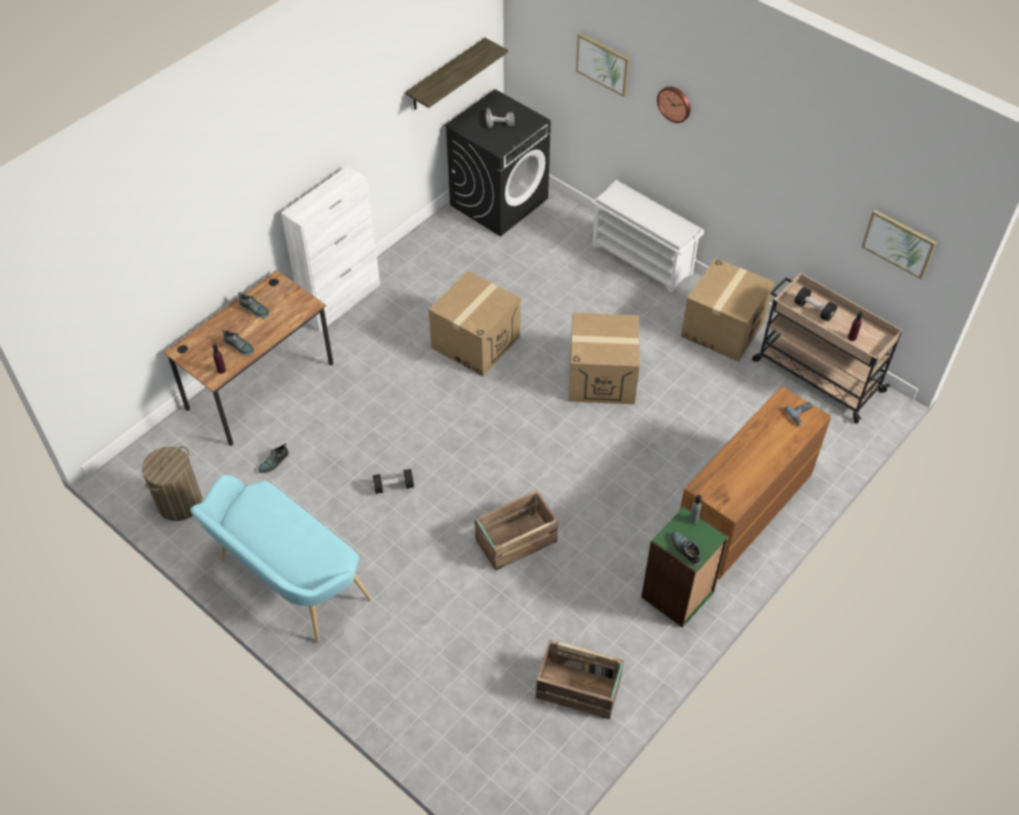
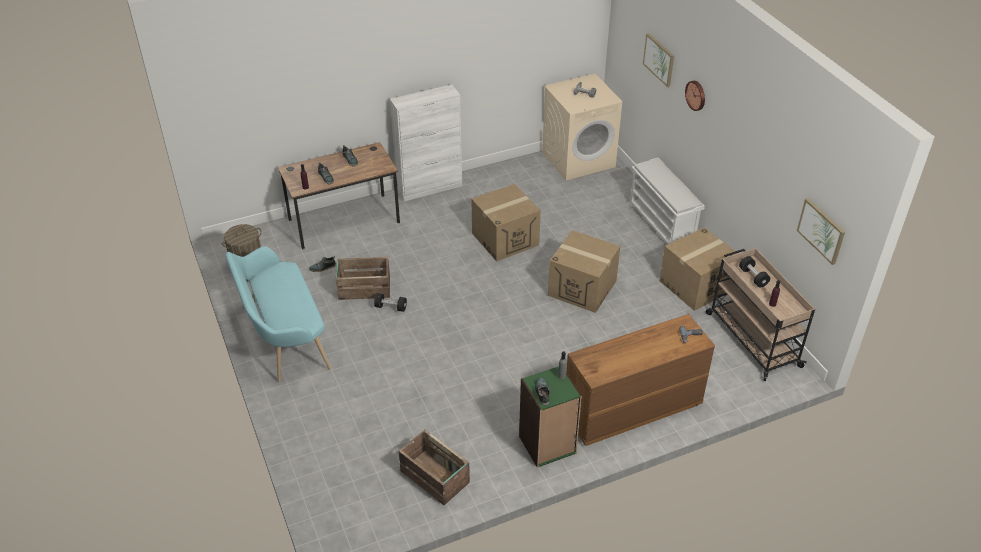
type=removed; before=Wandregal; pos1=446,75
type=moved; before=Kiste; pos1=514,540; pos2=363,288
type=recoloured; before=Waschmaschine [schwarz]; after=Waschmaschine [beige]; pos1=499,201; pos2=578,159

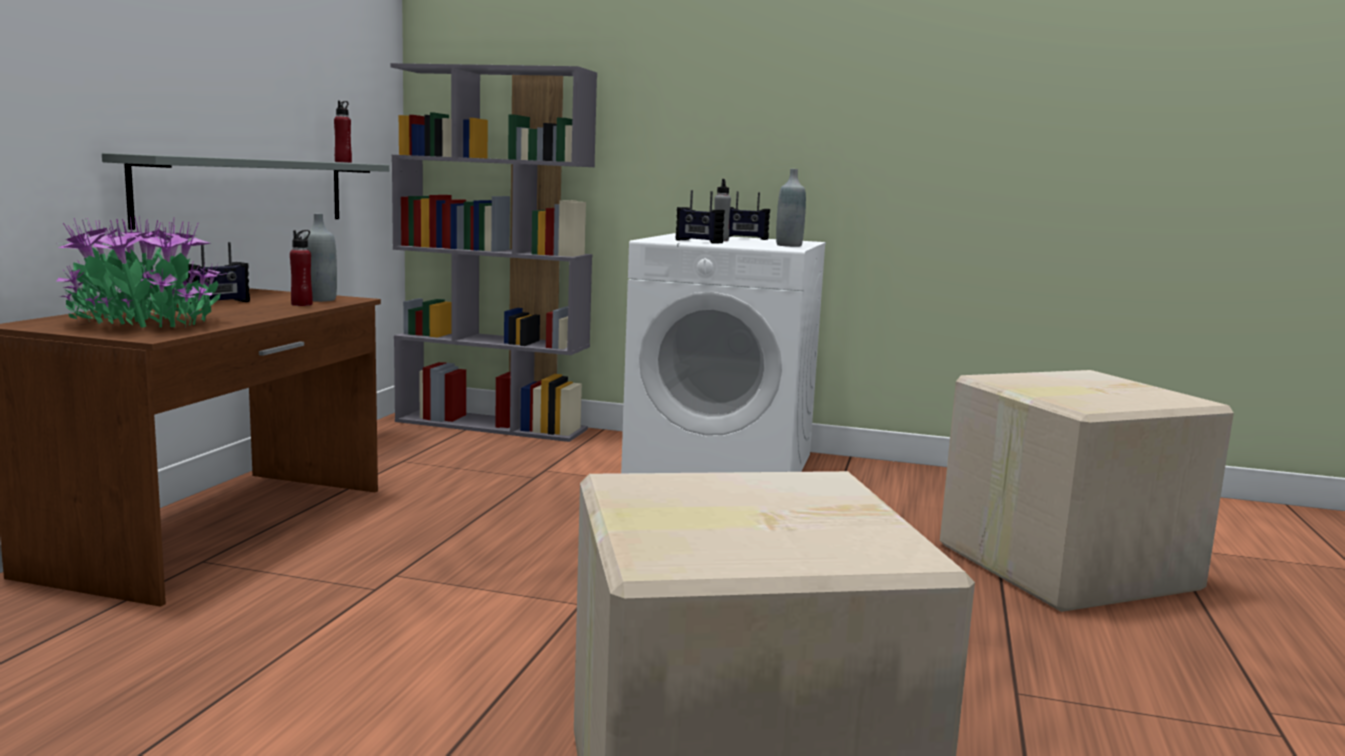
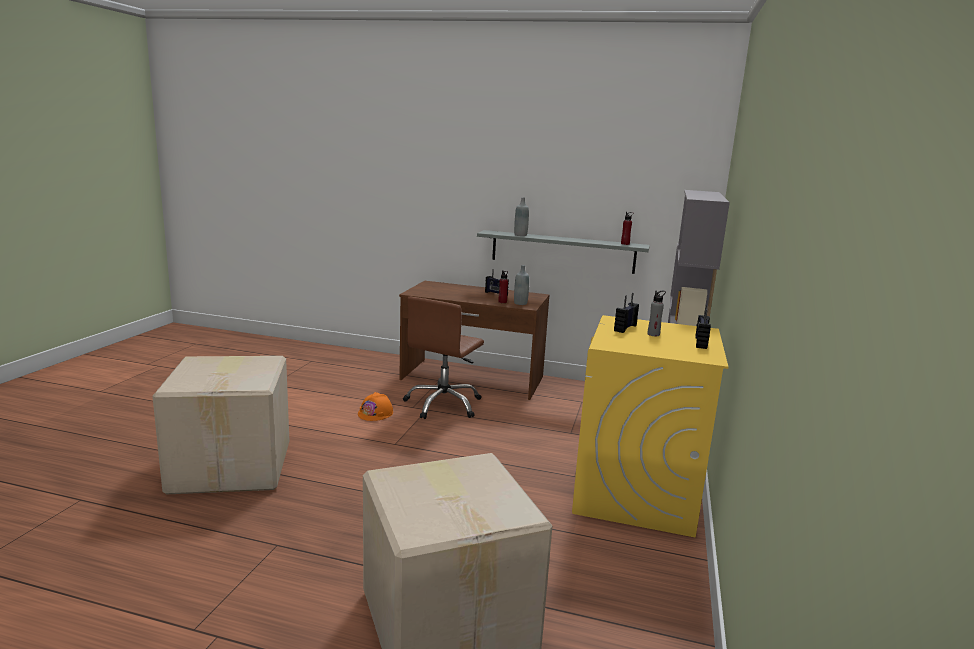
type=removed; before=Topfpflanze; pos1=143,322
type=added; after=Schutzhelm [orange]; pos2=375,413
type=added; after=Bürostuhl [braun]; pos2=443,404
type=moved; before=Flasche [grau]; pos1=789,245; pos2=520,235
type=recoloured; before=Waschmaschine [weiß]; after=Waschmaschine [gelb]; pos1=722,465; pos2=636,493

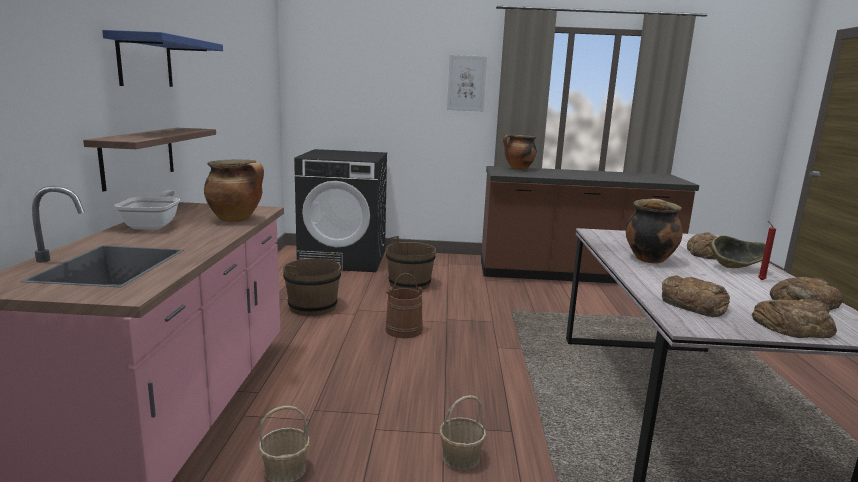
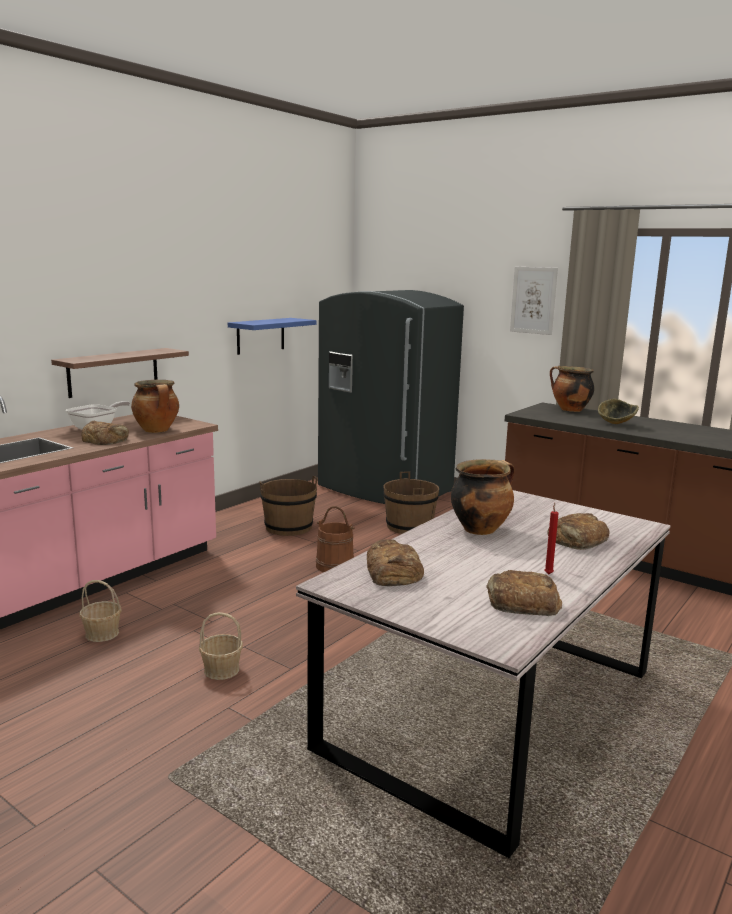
type=moved; before=Wandregal [blau]; pos1=145,61; pos2=260,335
type=moved; before=Schüssel; pos1=734,268; pos2=616,424
type=moved; before=Brot; pos1=793,326; pos2=105,439
type=replaced; before=Waschmaschine [schwarz]; after=Kühlschrank [grau]; pos1=344,259; pos2=383,490

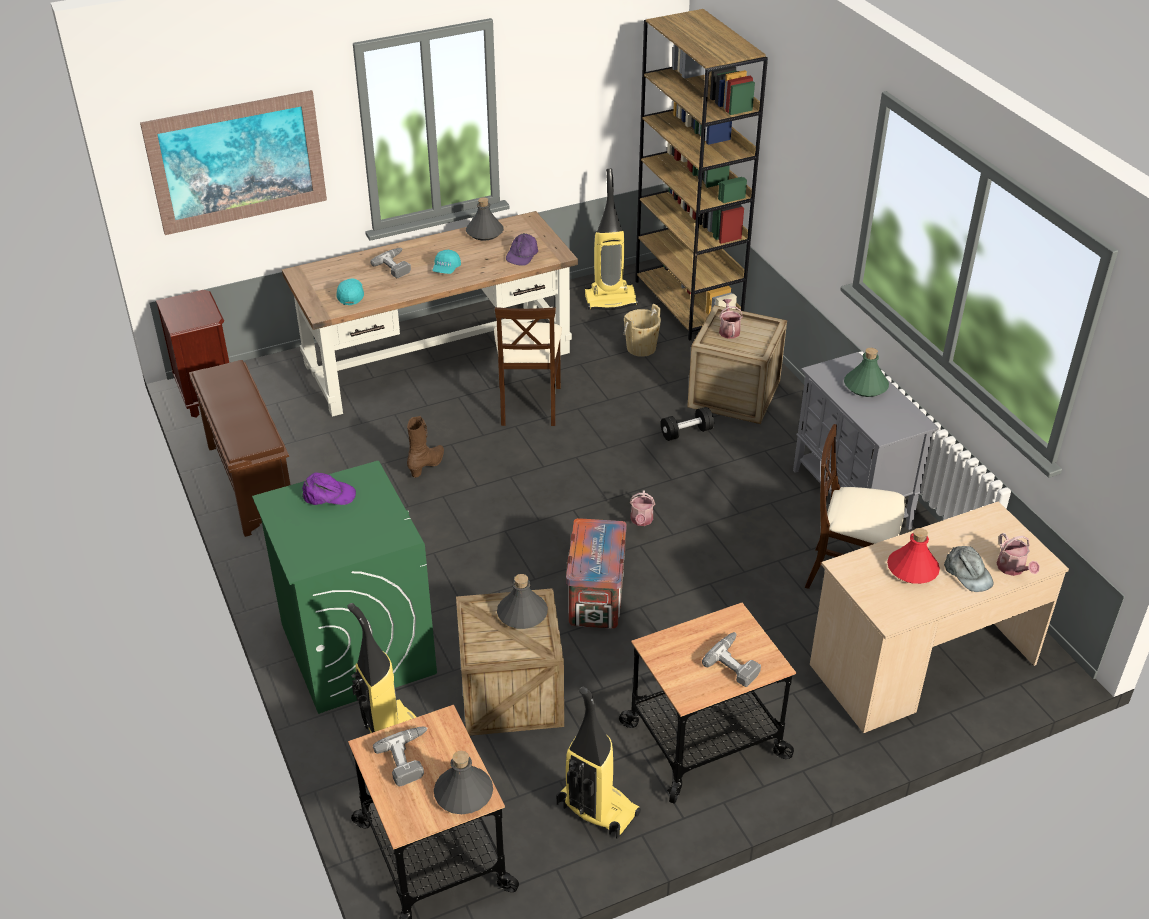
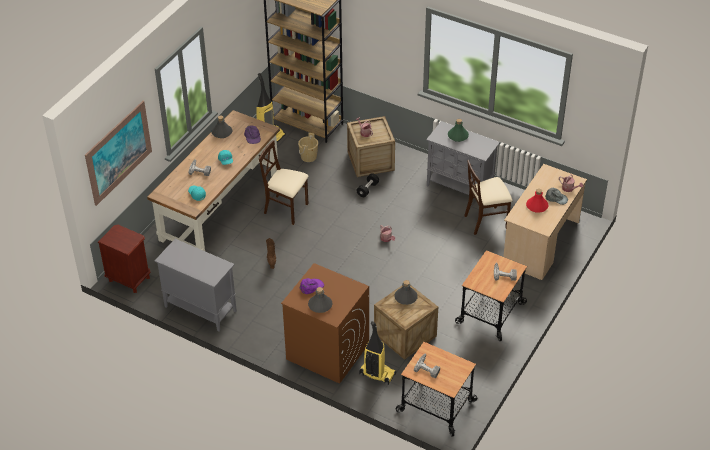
type=removed; before=Staubsauger; pos1=596,809
type=removed; before=Kiste; pos1=596,599
type=moved; before=Flasche [grau]; pos1=464,793; pos2=320,305
type=replaced; before=Schuhregal [braun]; after=Schrank [grau]; pos1=249,482; pos2=199,308
type=recoloured; before=Waschmaschine [grün]; after=Waschmaschine [braun]; pos1=356,648; pos2=327,351
type=turned; before=Stuhl [beige]; pos1=529,404; pos2=286,209; turn=150

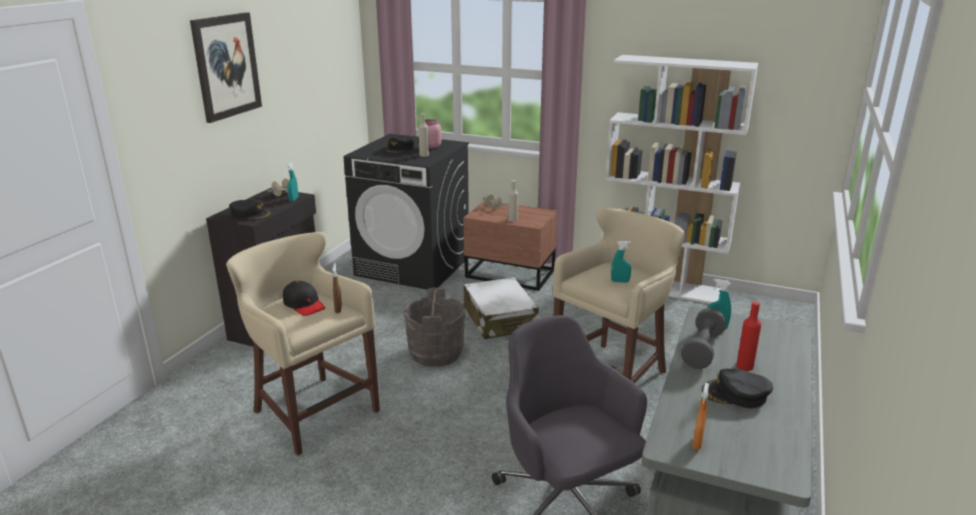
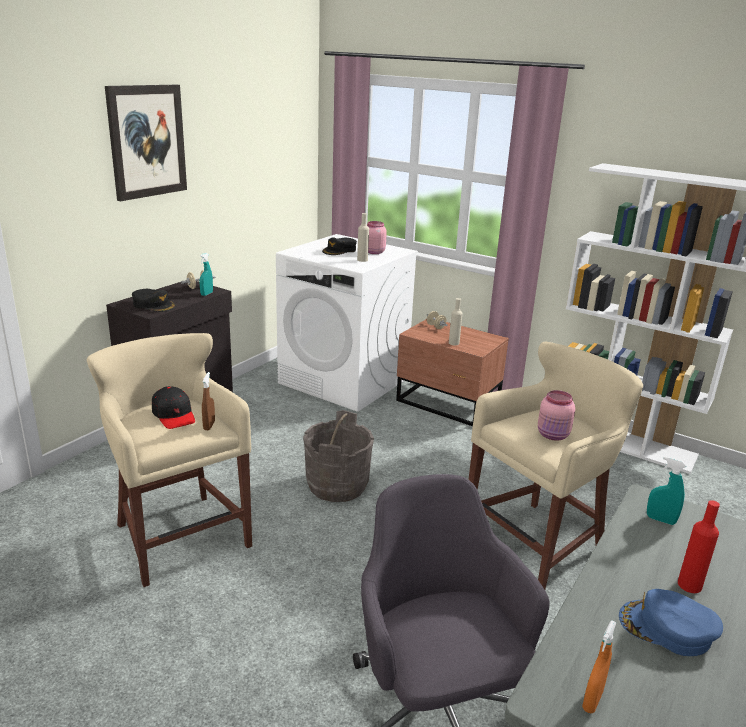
type=removed; before=Koffer [weiß]; pos1=499,319
type=removed; before=Hantel [grau]; pos1=702,350
type=replaced; before=Sprühflasche [türkis]; after=Vorratsglas [rosa]; pos1=620,281; pos2=553,435
type=recoloured; before=Waschmaschine [schwarz]; after=Waschmaschine [weiß]; pos1=413,266; pos2=344,381
type=recoloured; before=Kappe [schwarz]; after=Kappe [blau]; pos1=736,394; pos2=667,628

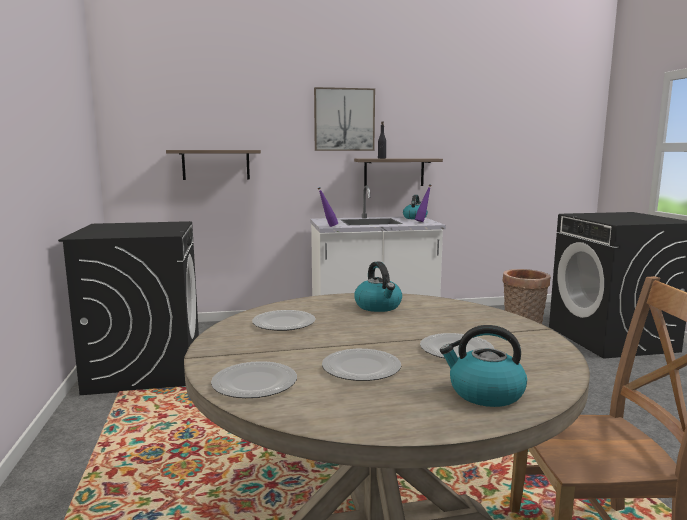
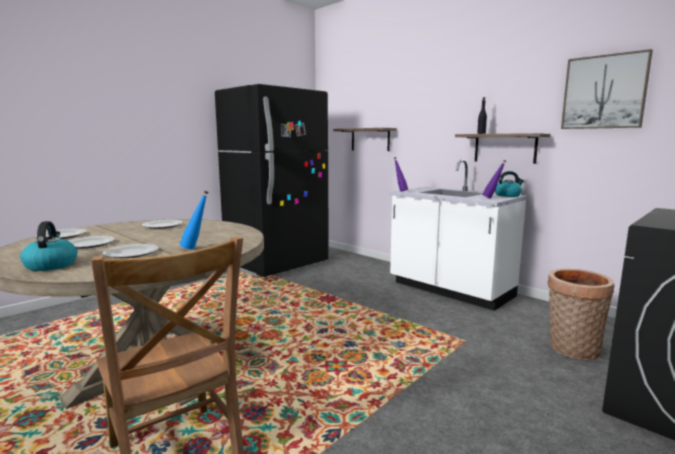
type=removed; before=Wasserkessel; pos1=378,306
type=added; after=Flasche [blau]; pos2=196,248
type=moved; before=Bild; pos1=344,119; pos2=604,92
type=replaced; before=Waschmaschine [schwarz]; after=Kühlschrank [schwarz]; pos1=145,368; pos2=277,265

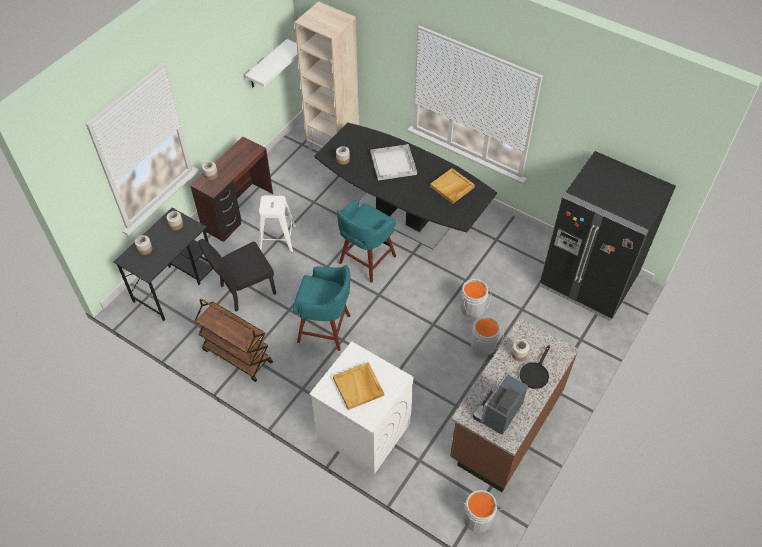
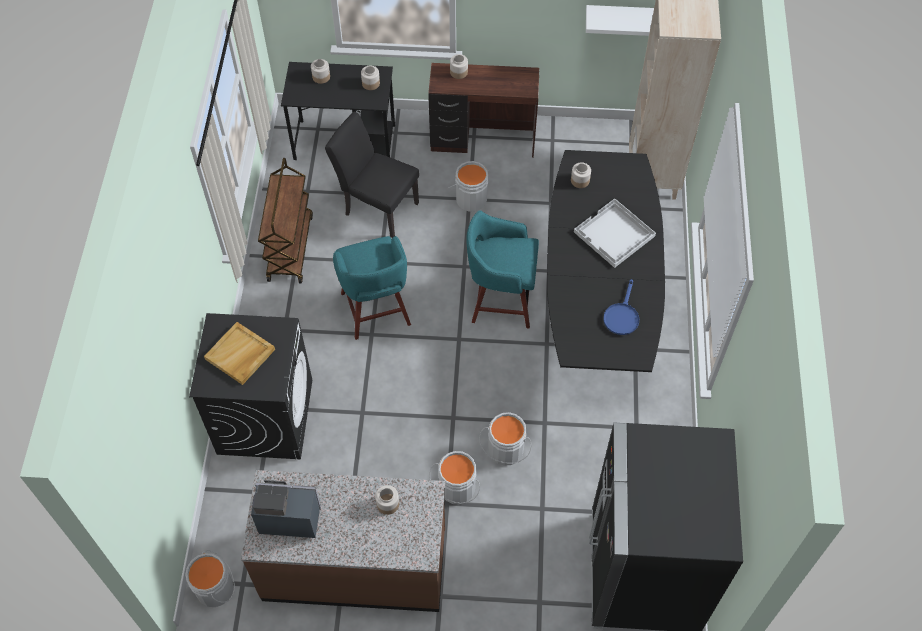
type=removed; before=Pfanne [schwarz]; pos1=535,373
type=replaced; before=Hocker [weiß]; after=Eimer [grau]; pos1=278,239; pos2=470,198
type=replaced; before=Tablett [beige]; after=Pfanne [blau]; pos1=452,187; pos2=621,316
type=recoloured; before=Waschmaschine [weiß]; after=Waschmaschine [schwarz]; pos1=363,430; pos2=265,416

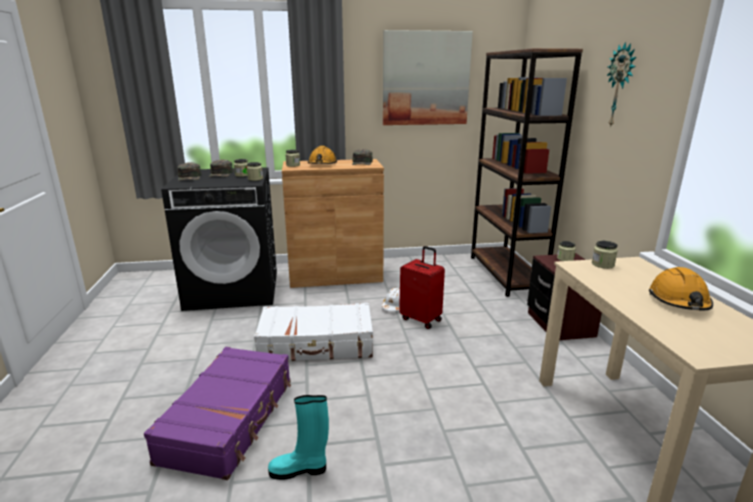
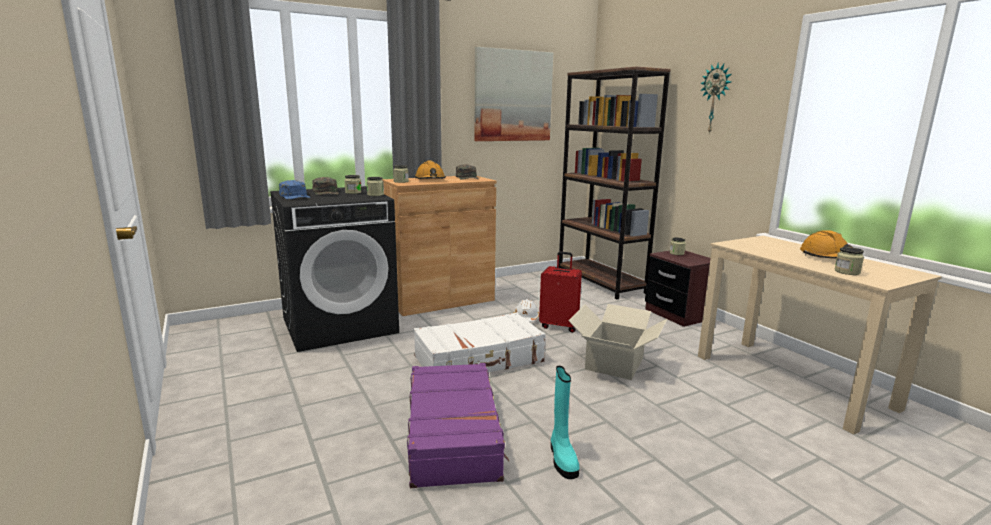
type=added; after=Karton; pos2=615,363
type=moved; before=Vorratsglas; pos1=602,264; pos2=847,272
type=recoloured; before=Kappe [grün]; after=Kappe [blau]; pos1=190,177; pos2=295,196
type=turned; before=Stiefel [türkis]; pos1=300,470; pos2=562,458; turn=-75

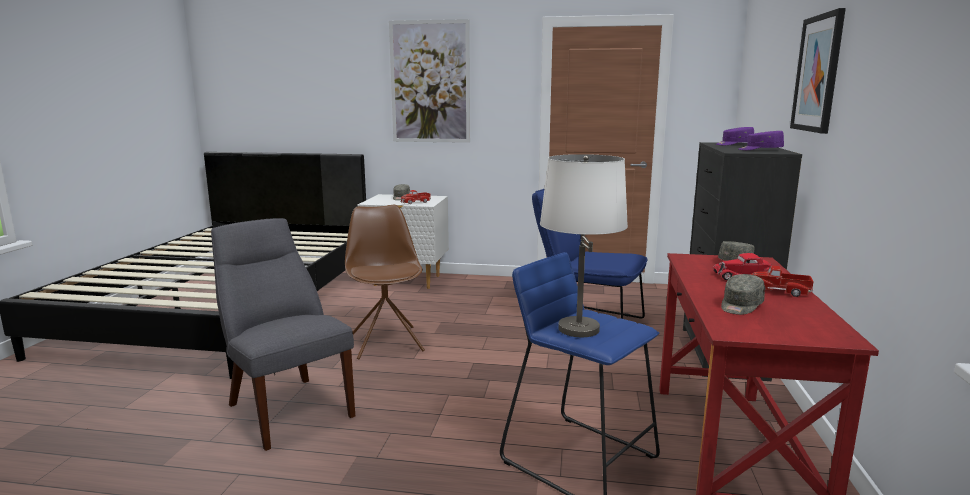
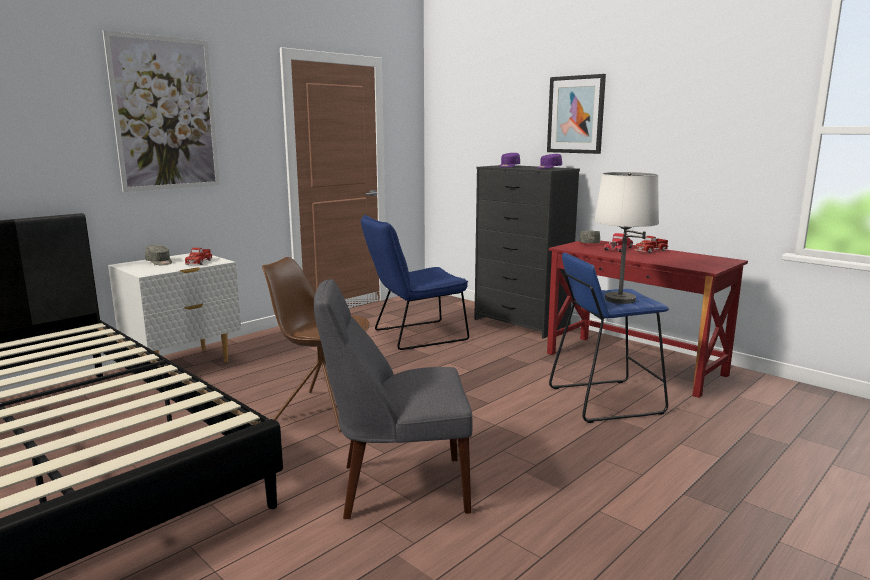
type=removed; before=Kappe [grau]; pos1=740,306

